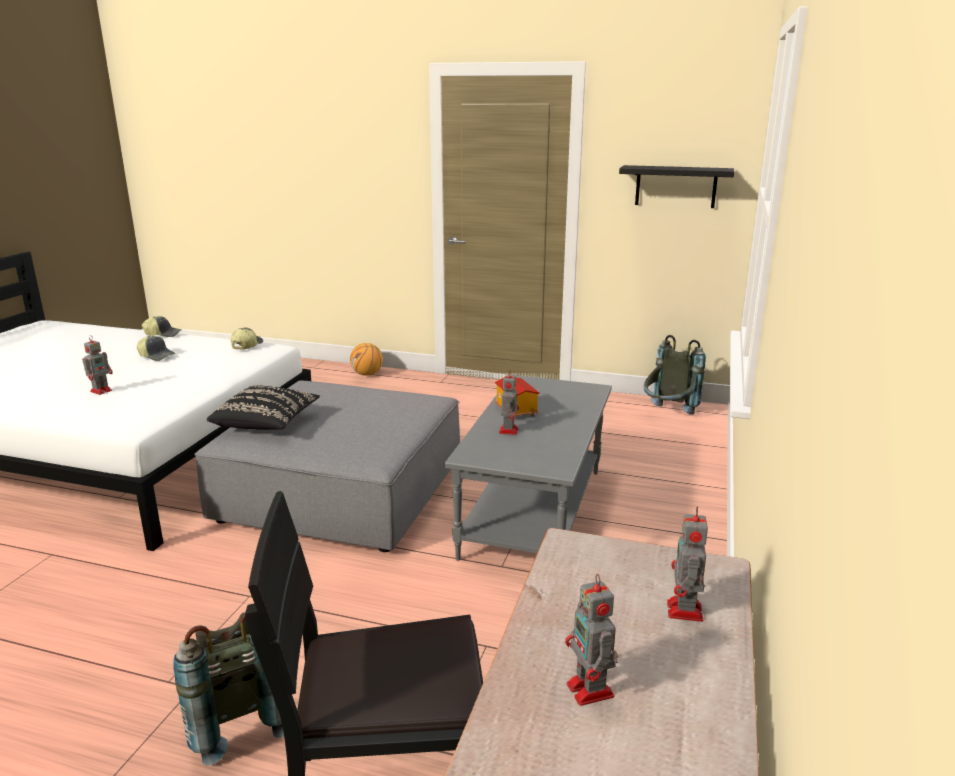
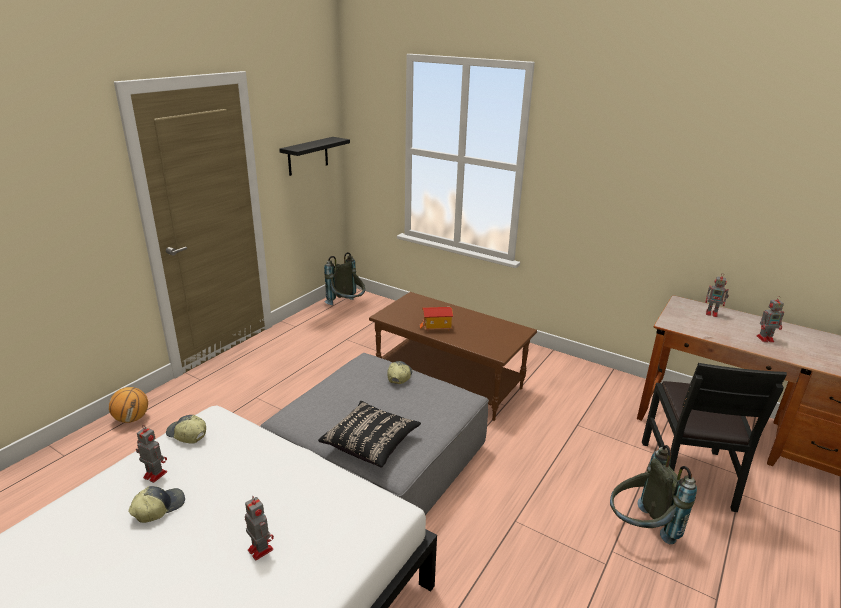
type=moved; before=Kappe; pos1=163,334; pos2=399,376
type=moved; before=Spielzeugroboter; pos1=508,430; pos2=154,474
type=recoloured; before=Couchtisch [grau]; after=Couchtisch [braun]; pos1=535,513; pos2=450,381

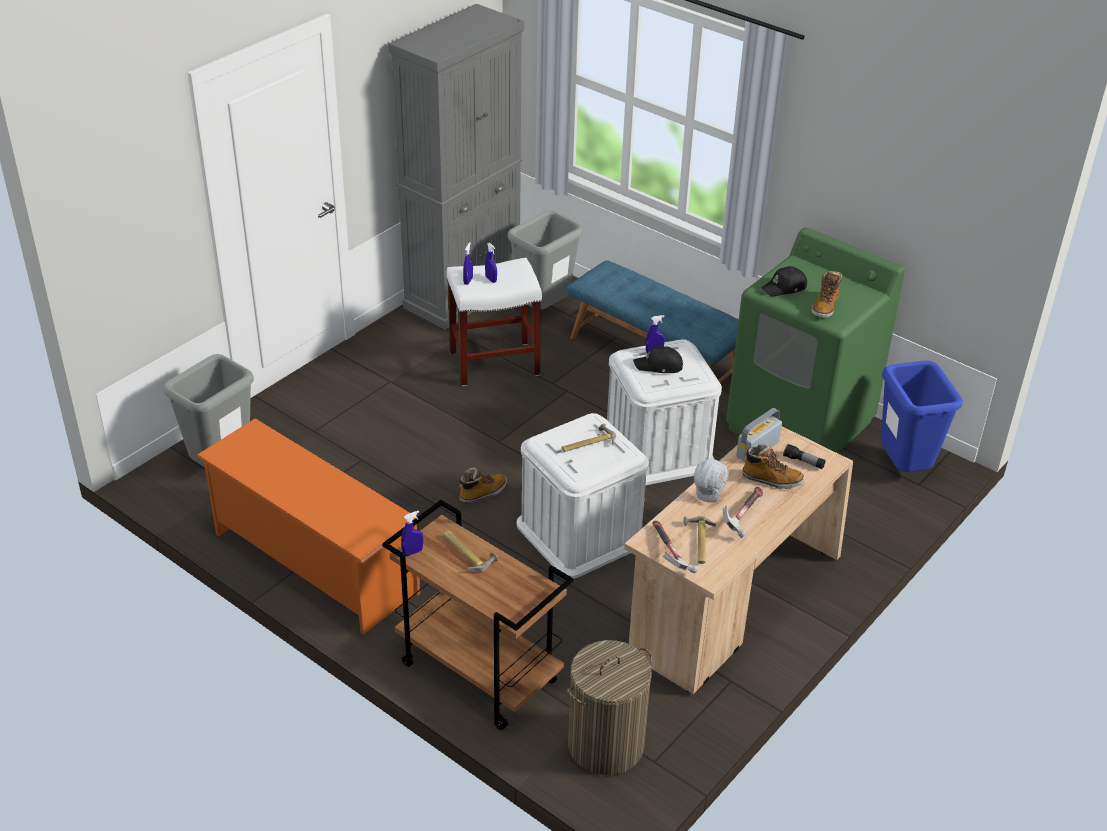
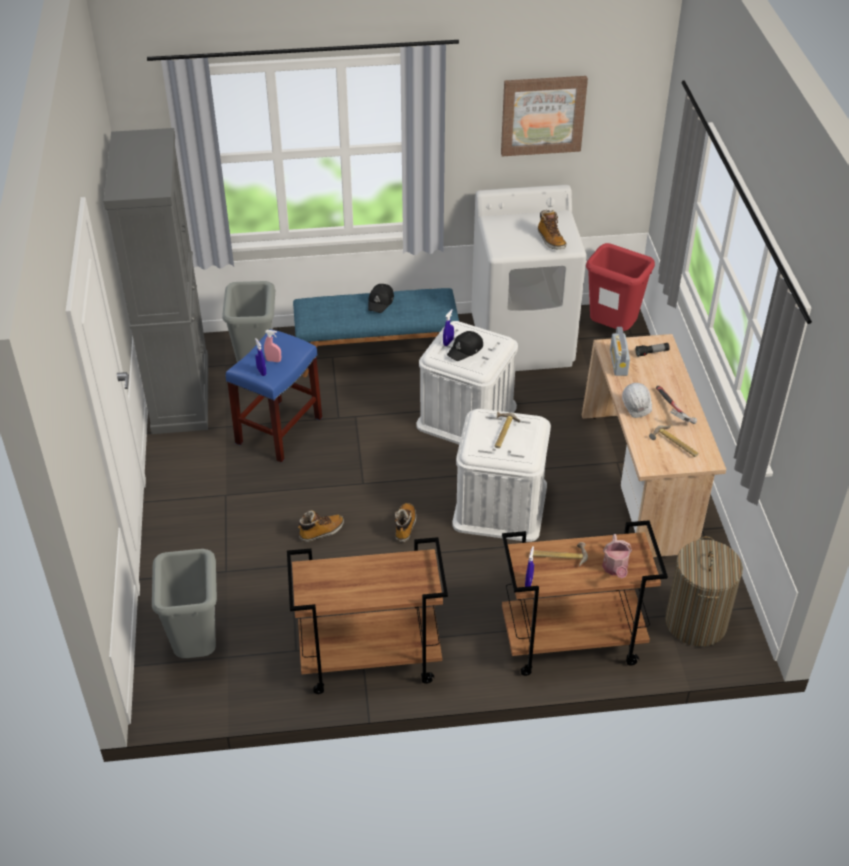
type=removed; before=Hammer; pos1=669,554
type=added; after=Bild; pos2=542,115
type=added; after=Gießkanne; pos2=615,569
type=moved; before=Stiefel; pos1=771,480; pos2=321,532
type=moved; before=Kappe [schwarz]; pos1=784,288; pos2=381,302
type=replaced; before=Schuhregal [orange]; after=Rollwagen [braun]; pos1=314,563; pos2=369,660
type=recoloured; before=Hocker [weiß]; after=Hocker [blau]; pos1=495,363; pos2=279,430
type=recoloured; before=Sprühflasche [blau]; after=Sprühflasche [rosa]; pos1=491,279; pos2=273,360
type=recoloured; before=Waschmaschine [grün]; after=Waschmaschine [weiß]; pos1=800,425; pos2=523,341
type=recoloured; before=Mülleimer [blau]; after=Mülleimer [rot]; pos1=903,470; pos2=612,331

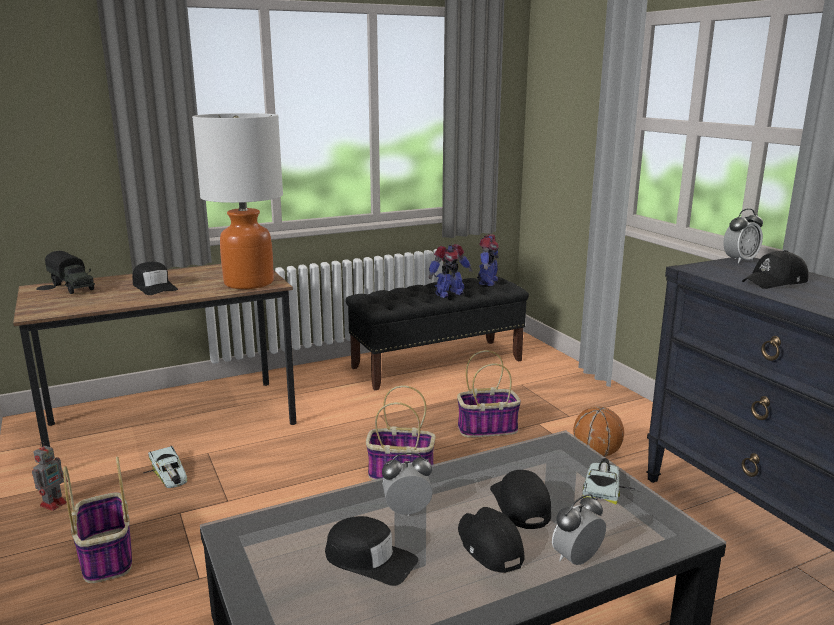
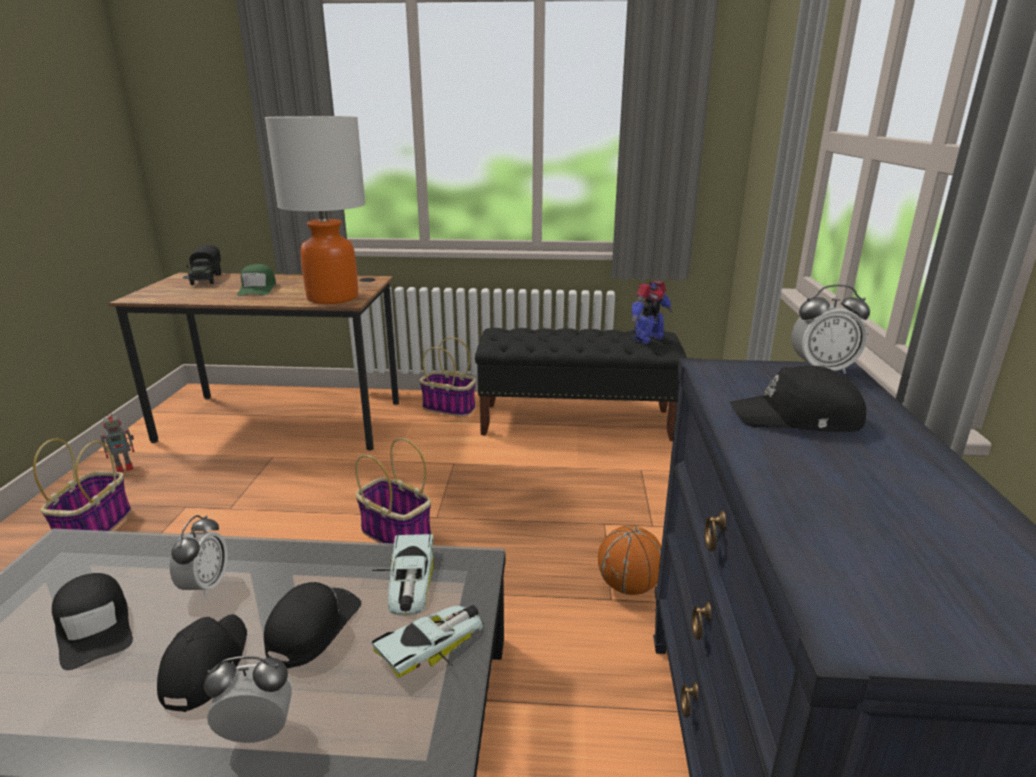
type=removed; before=Spielzeugroboter; pos1=448,294
type=moved; before=Spielzeugauto; pos1=168,472; pos2=408,579
type=moved; before=Korb; pos1=488,428; pos2=450,408
type=recoloured; before=Kappe [schwarz]; after=Kappe [grün]; pos1=154,287; pos2=258,289
type=turned; before=Wecker; pos1=407,511; pos2=205,585; turn=75

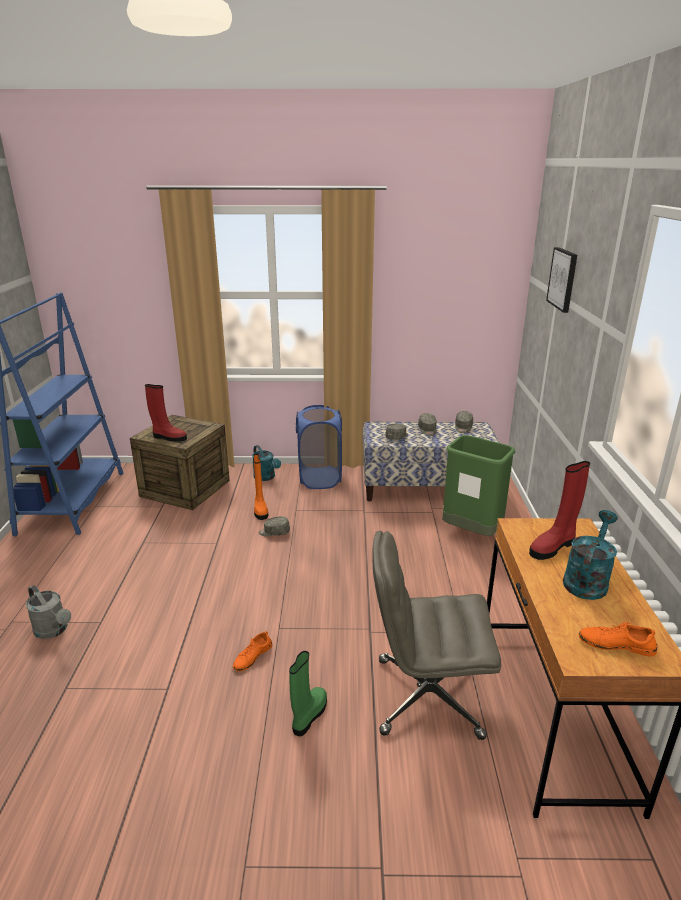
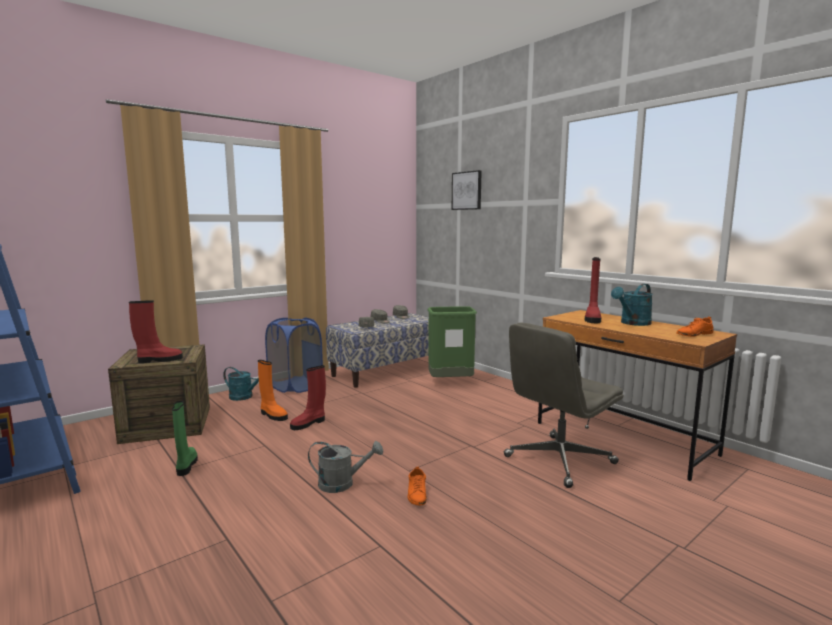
type=moved; before=Gießkanne [grau]; pos1=54,630; pos2=342,484
type=moved; before=Stiefel [grün]; pos1=309,715; pos2=186,465
type=replaced; before=Kappe [grau]; after=Stiefel [rot]; pos1=274,532; pos2=309,423
type=turned; before=Gießkanne [türkis]; pos1=587,580; pos2=632,323; turn=-120

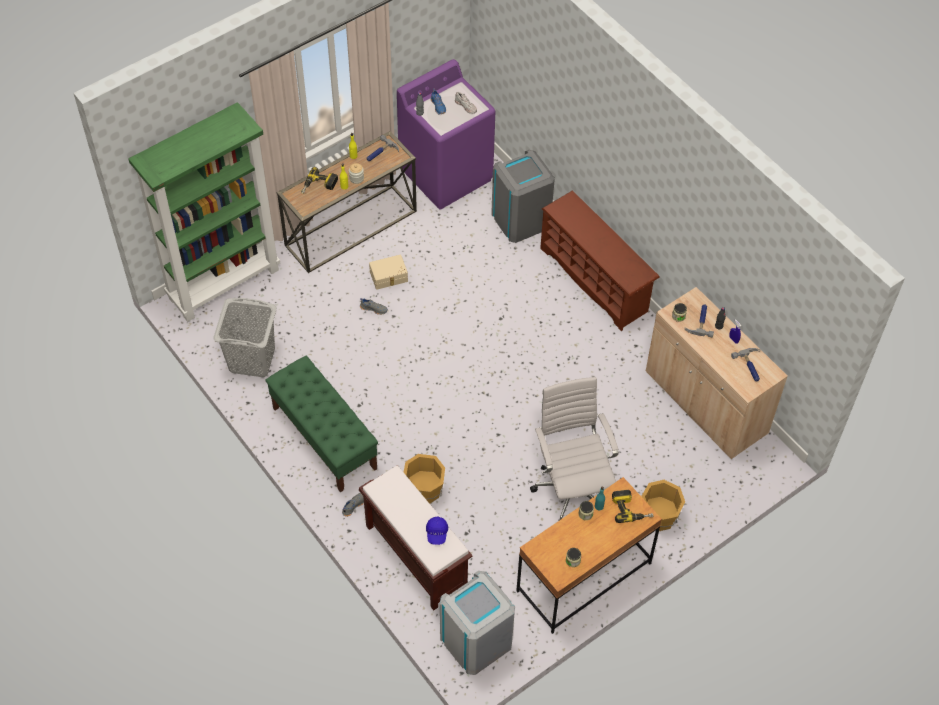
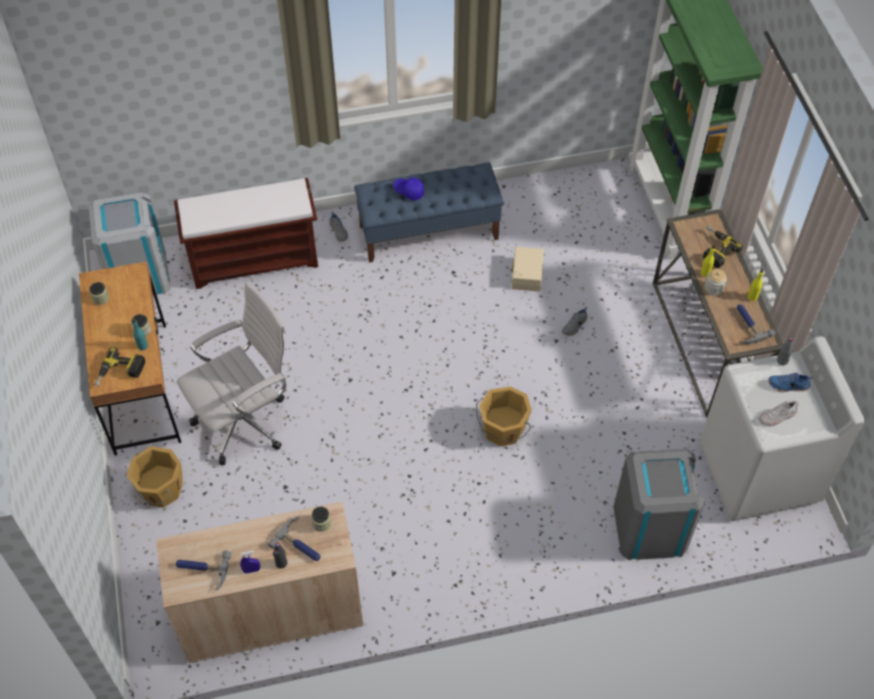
type=removed; before=Wäschekorb [grau]; pos1=251,359
type=removed; before=Schuhregal [braun]; pos1=595,280
type=moved; before=Aufbewahrungsbox [beige]; pos1=389,277; pos2=526,274
type=moved; before=Eimer [orange]; pos1=425,490; pos2=503,430
type=moved; before=Kappe [blau]; pos1=437,533; pos2=409,191
type=recoloured; before=Bank [grün]; after=Bank [blau]; pos1=324,438; pos2=429,232
type=recoloured; before=Waschmaschine [lila]; after=Waschmaschine [weiß]; pos1=446,174; pos2=758,473
type=turned; before=Bürostuhl [weiß]; pos1=571,488; pos2=246,421; turn=-45

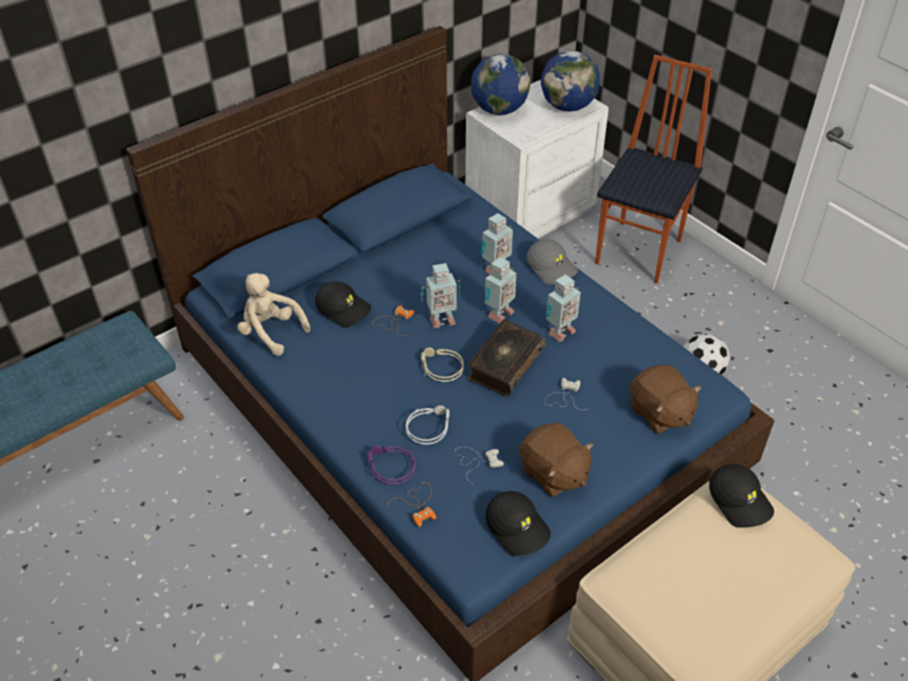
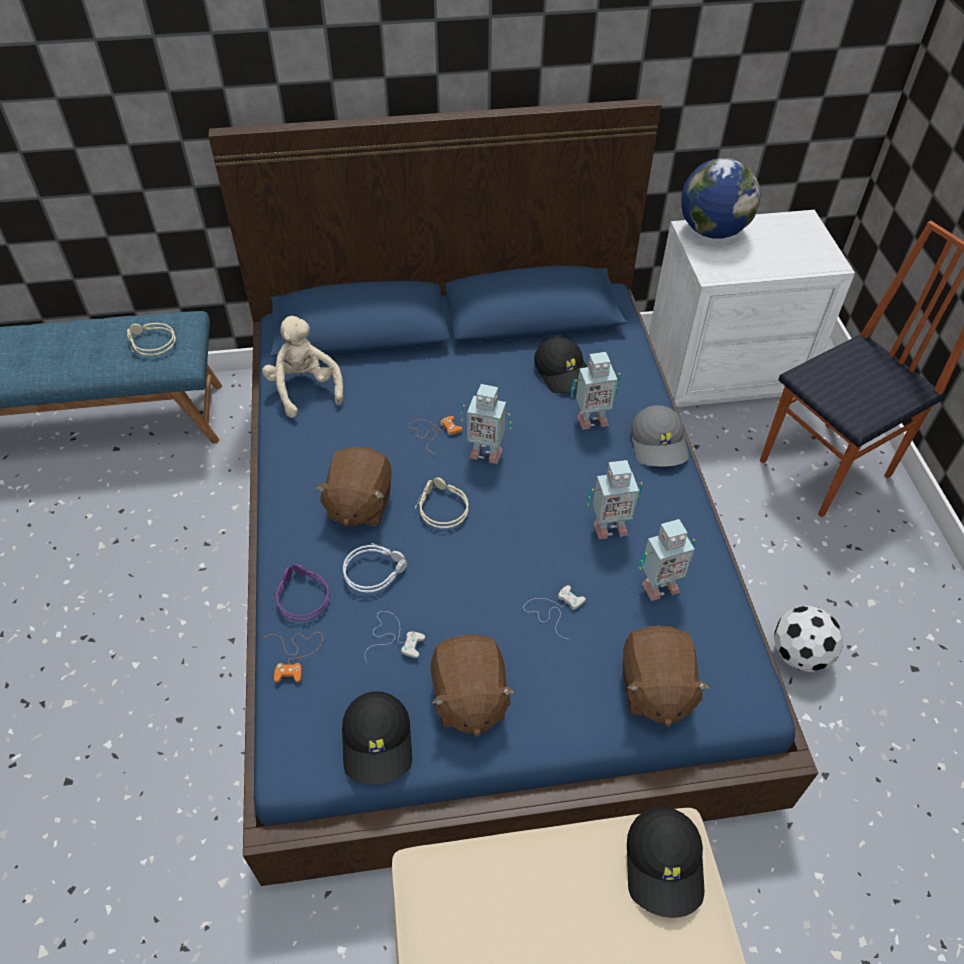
type=removed; before=Buch; pos1=504,365
type=removed; before=Globus; pos1=568,106
type=added; after=Kopfhörer [beige]; pos2=150,343
type=added; after=Plüschtier [braun]; pos2=359,504
type=moved; before=Kappe [schwarz]; pos1=344,309; pos2=564,372
type=moved; before=Spielzeugroboter; pos1=498,314; pos2=658,586

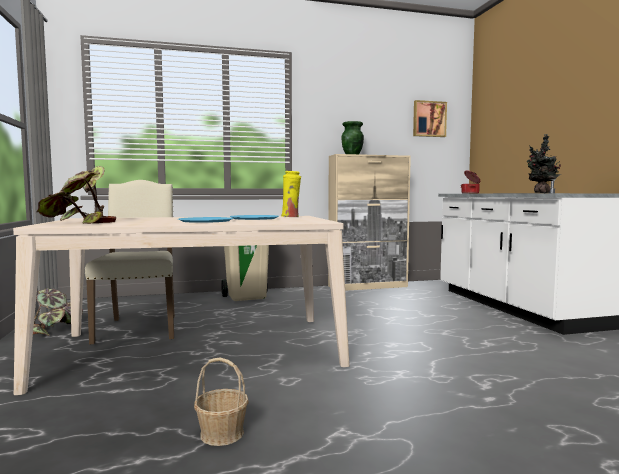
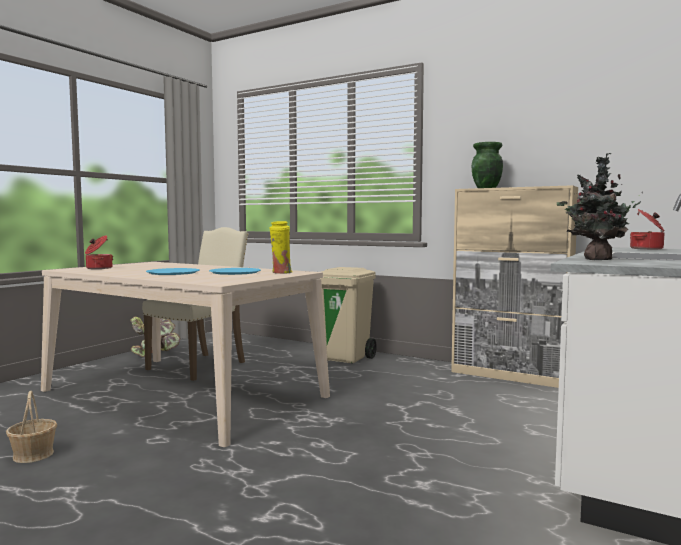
type=removed; before=Bild; pos1=429,119
type=replaced; before=Topfpflanze; after=Kochtopf; pos1=78,223; pos2=98,268

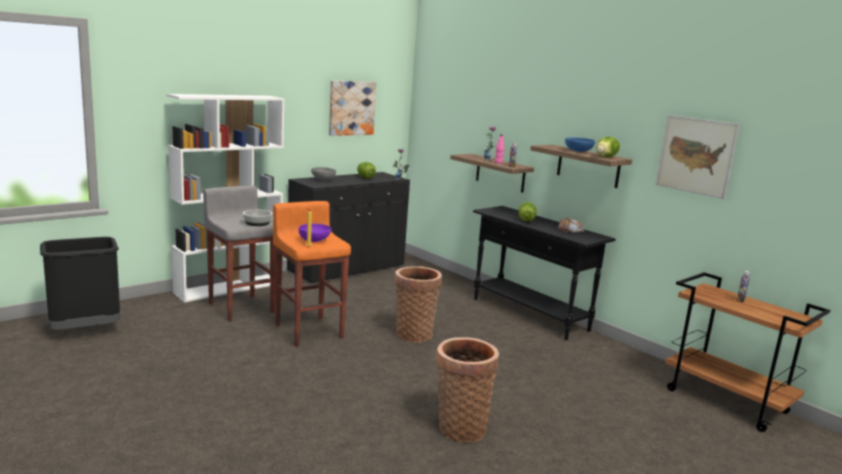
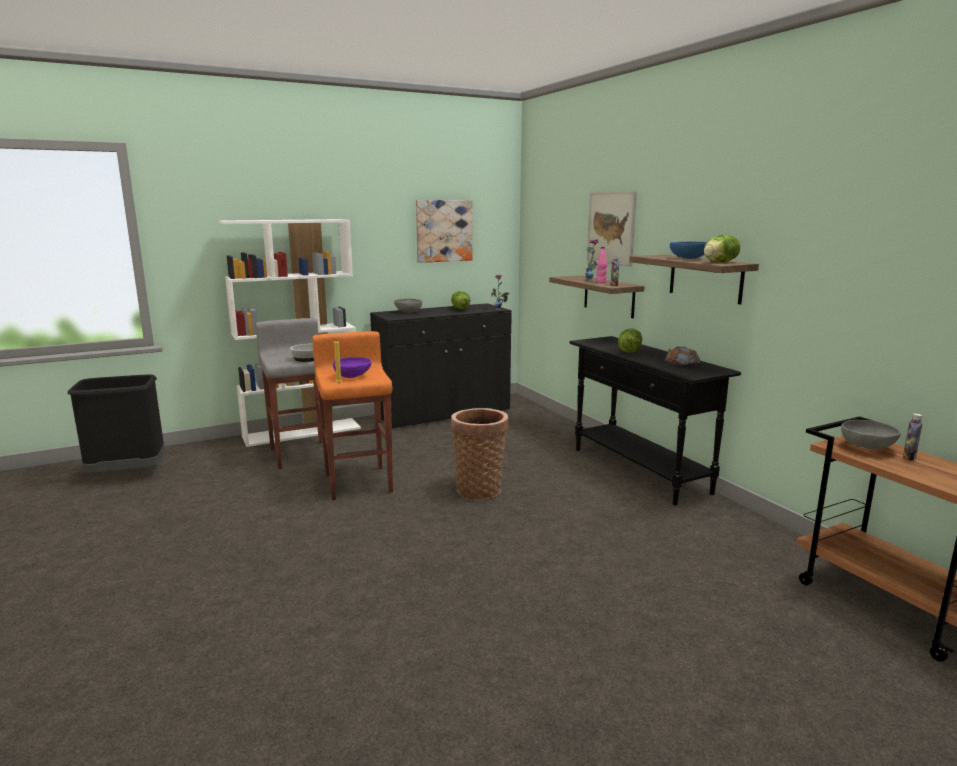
type=removed; before=Korb; pos1=460,427
type=added; after=Schüssel [grau]; pos2=867,447
type=moved; before=Bild; pos1=696,156; pos2=611,228

